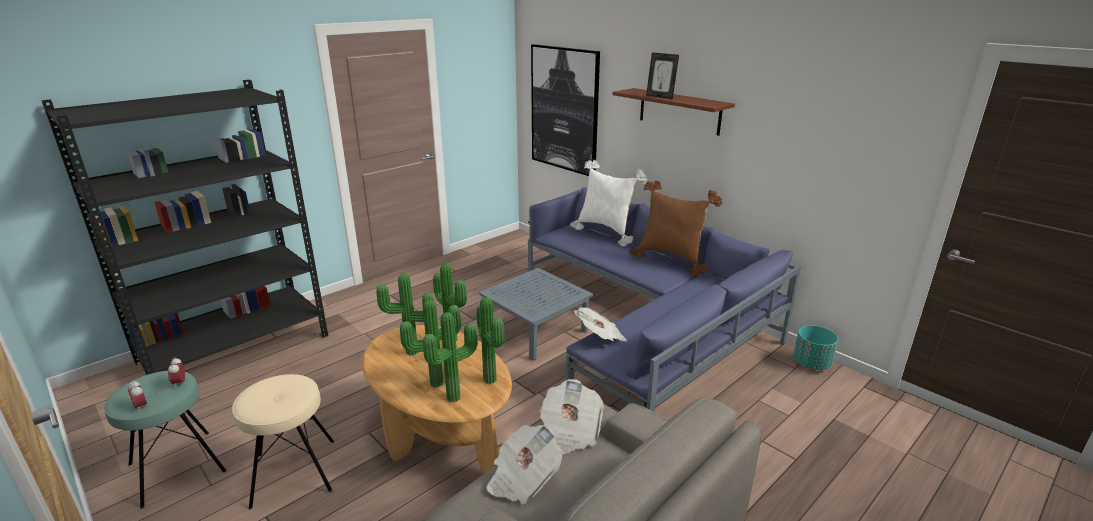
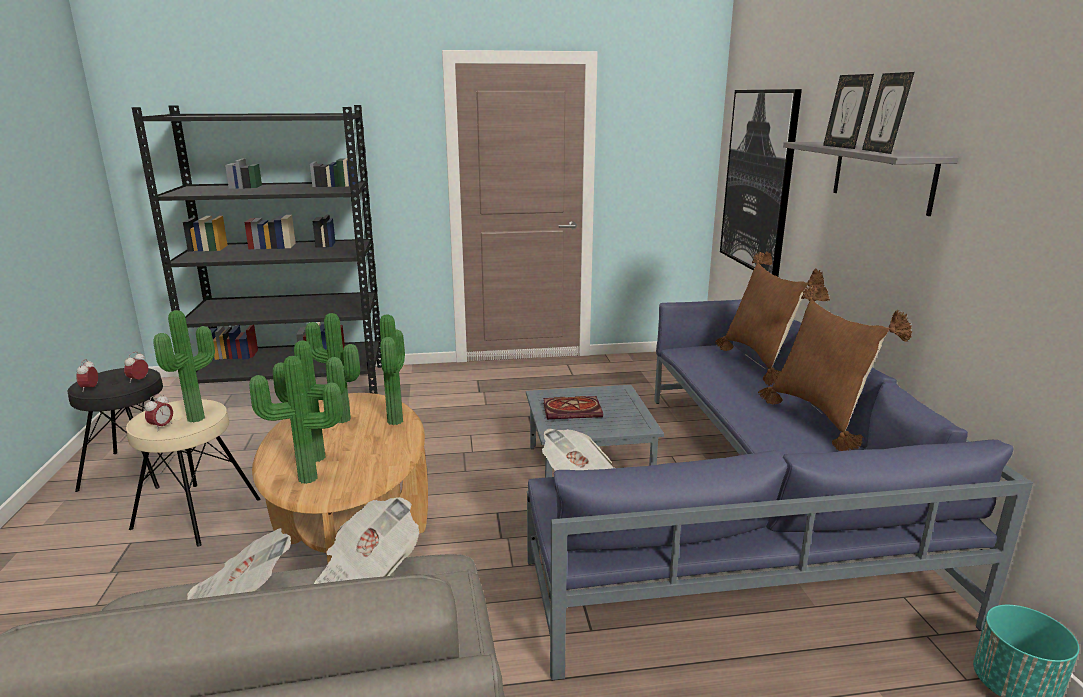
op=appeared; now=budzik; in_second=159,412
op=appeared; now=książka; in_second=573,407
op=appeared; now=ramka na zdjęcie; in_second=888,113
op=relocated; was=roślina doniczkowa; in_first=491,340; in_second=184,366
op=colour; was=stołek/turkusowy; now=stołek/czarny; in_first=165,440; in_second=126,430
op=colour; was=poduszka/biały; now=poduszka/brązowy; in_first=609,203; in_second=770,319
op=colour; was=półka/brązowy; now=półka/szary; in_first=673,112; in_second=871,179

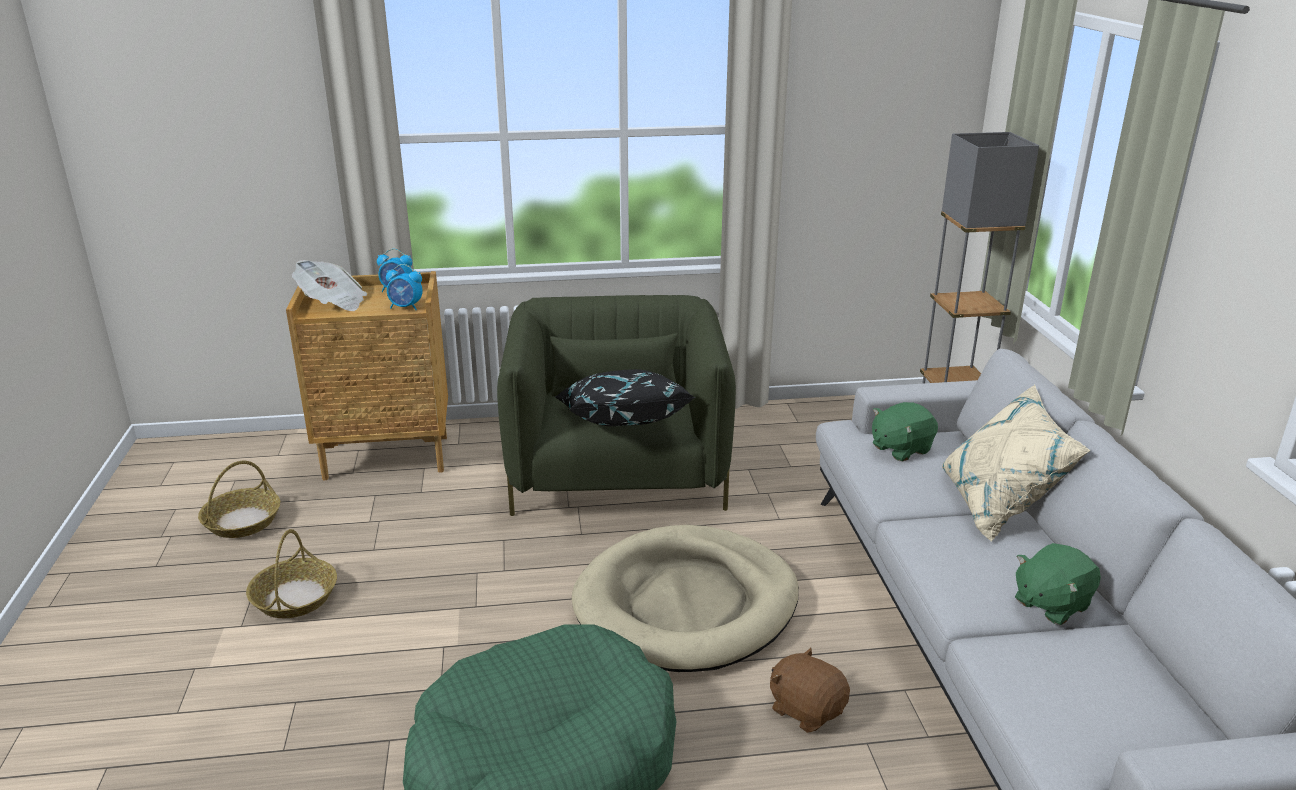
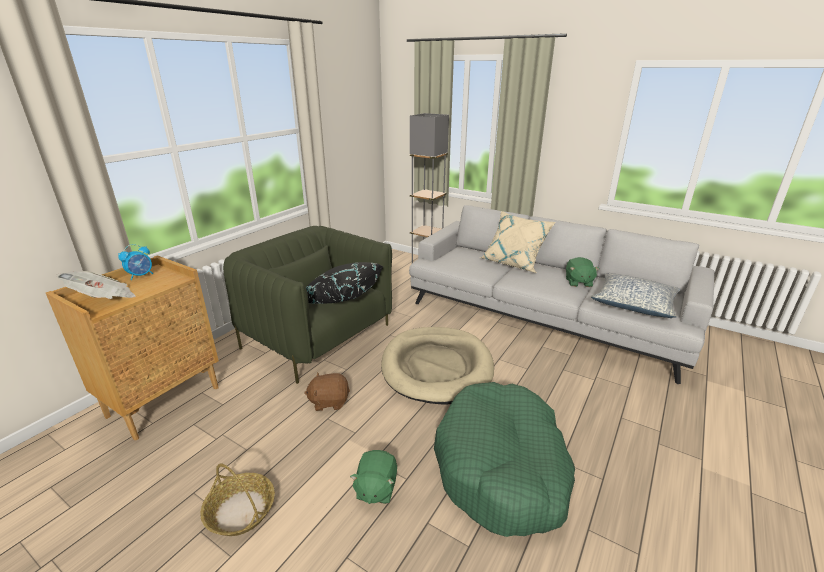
op=missing; was=koszyk; in_first=239,499
op=missing; was=budzik; in_first=404,287
op=appeared; now=poduszka; in_second=636,295
op=relocated; was=pluszak/brązowy; in_first=810,690; in_second=327,391
op=relocated; was=pluszak/zielony; in_first=905,431; in_second=373,477

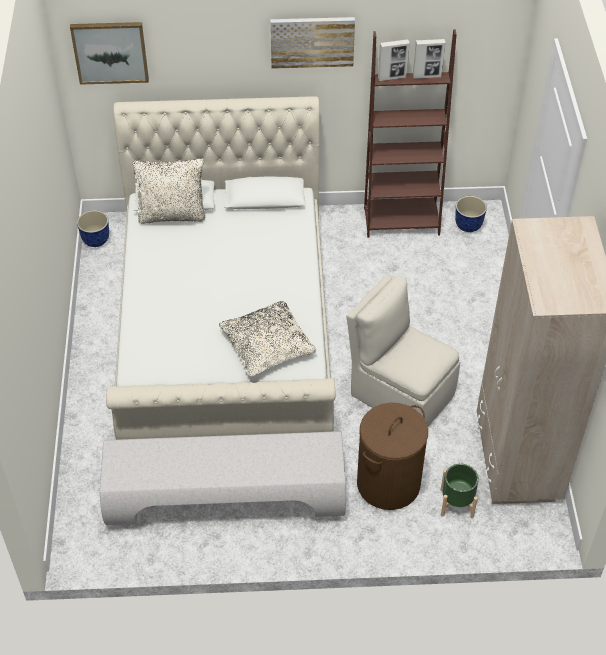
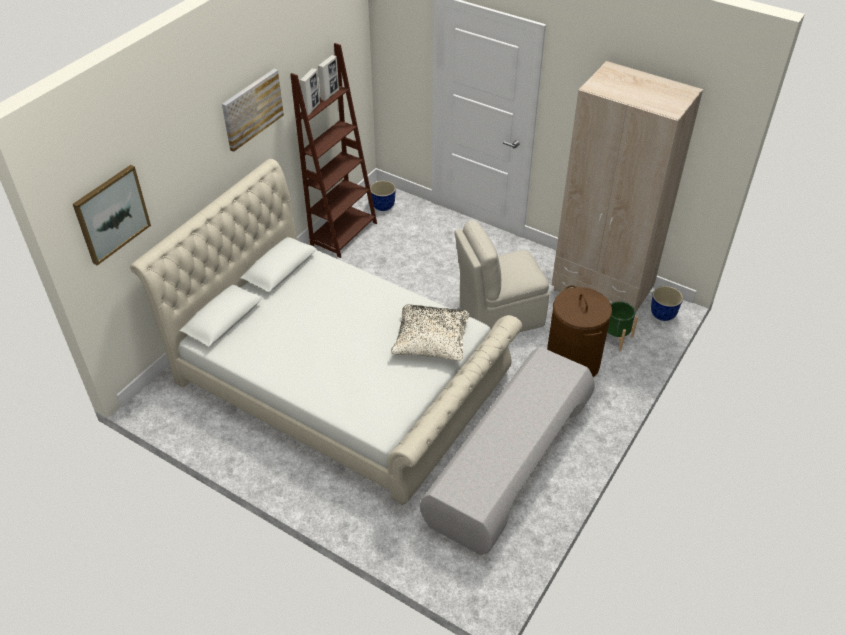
op=missing; was=poduszka/beżowy; in_first=169,191
op=relocated; was=donica; in_first=93,228; in_second=667,303

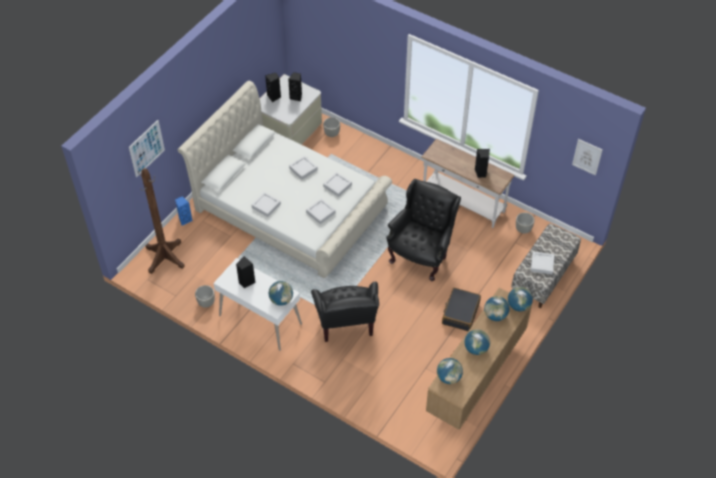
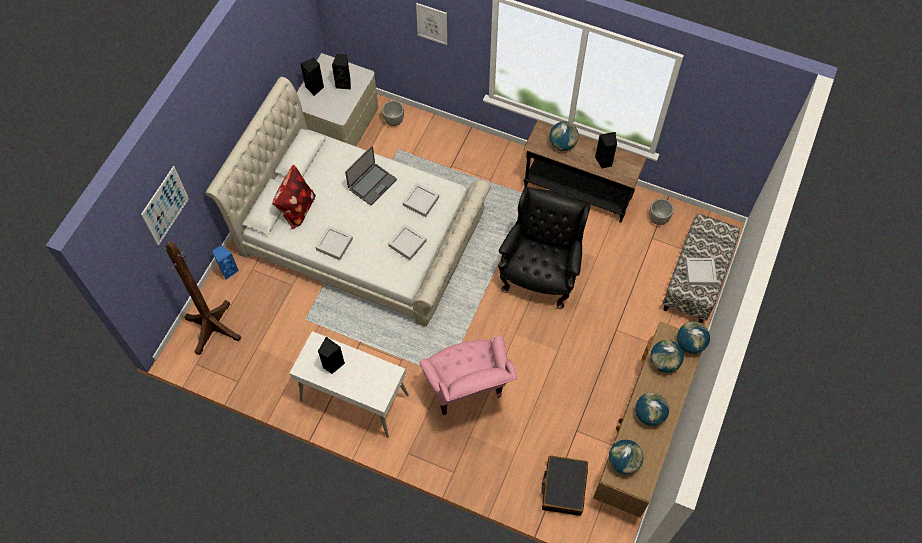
op=missing; was=donica/szary; in_first=205,296
op=appeared; now=poduszka; in_second=294,197
op=relocated; was=globus; in_first=281,293; in_second=564,136
op=relocated; was=walizka/czarny; in_first=461,309; in_second=565,486
op=relocated; was=obraz; in_first=587,157; in_second=431,24
op=exchanged; was=taca/szary; now=laptop; in_first=303,168; in_second=371,175
op=colour; was=fotel/czarny; now=fotel/różowy; in_first=345,311; in_second=468,375
op=colour; was=stolik konsolowy/biały; now=stolik konsolowy/czarny; in_first=468,183; in_second=585,171

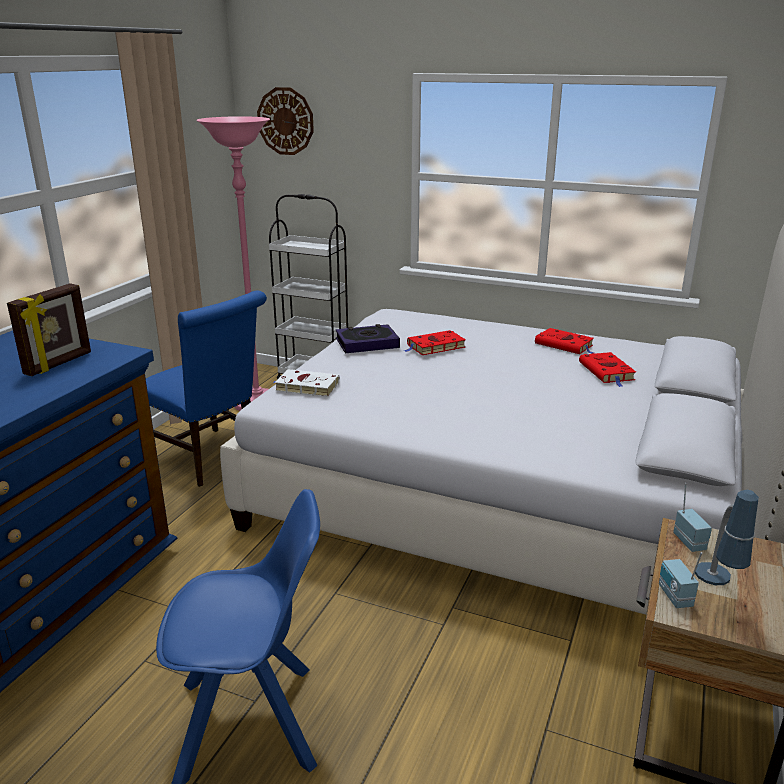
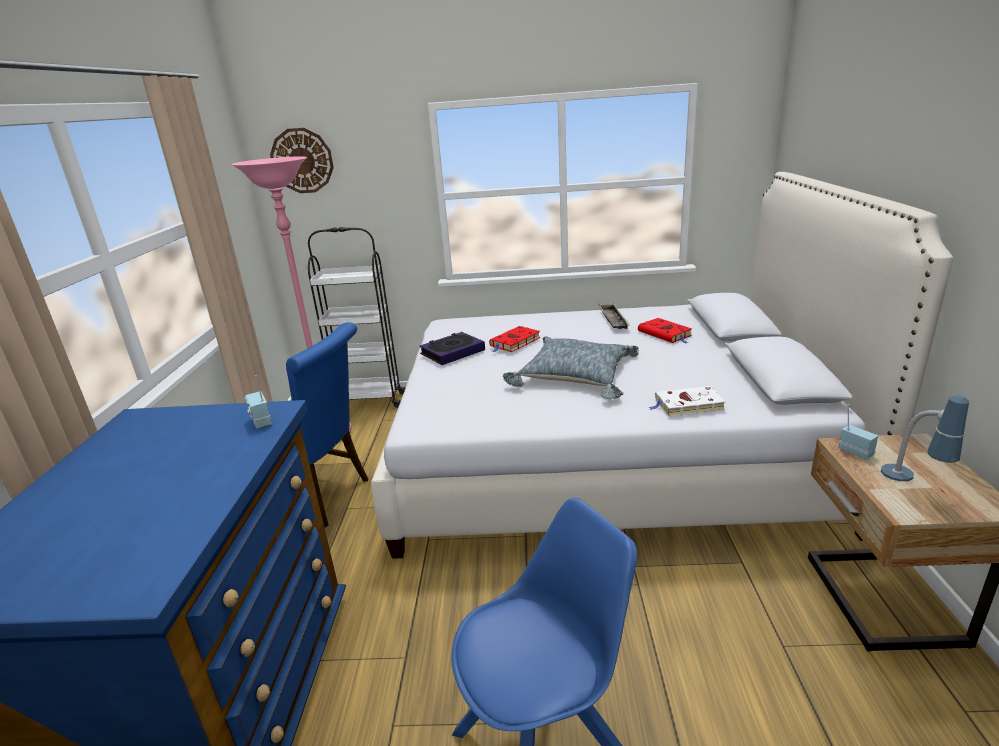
op=missing; was=ramka na zdjęcie; in_first=49,329
op=appeared; now=poduszka; in_second=571,367
op=relocated; was=książka/biały; in_first=306,383; in_second=687,401
op=relocated; was=radio; in_first=680,580; in_second=258,402
op=exchanged; was=książka/czerwony; now=taca; in_first=564,341; in_second=614,316

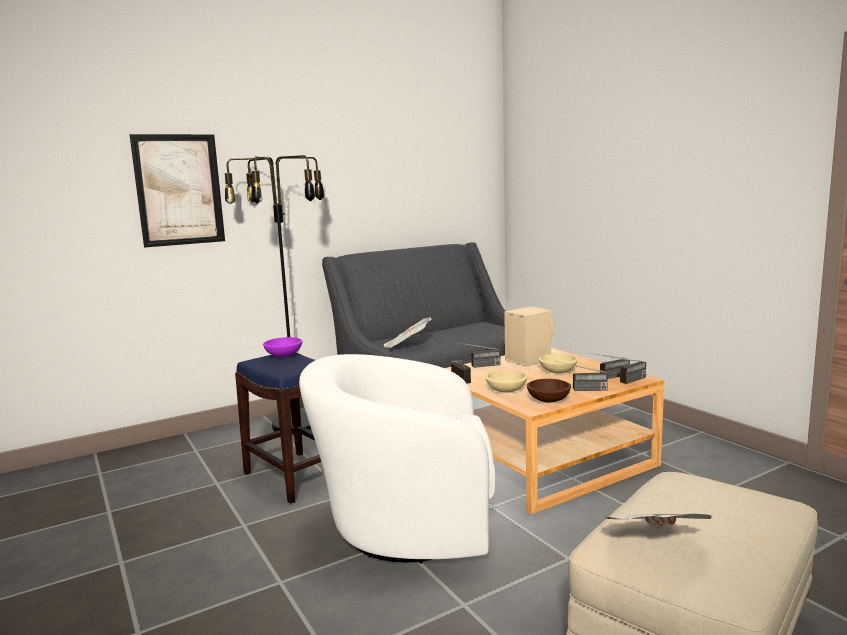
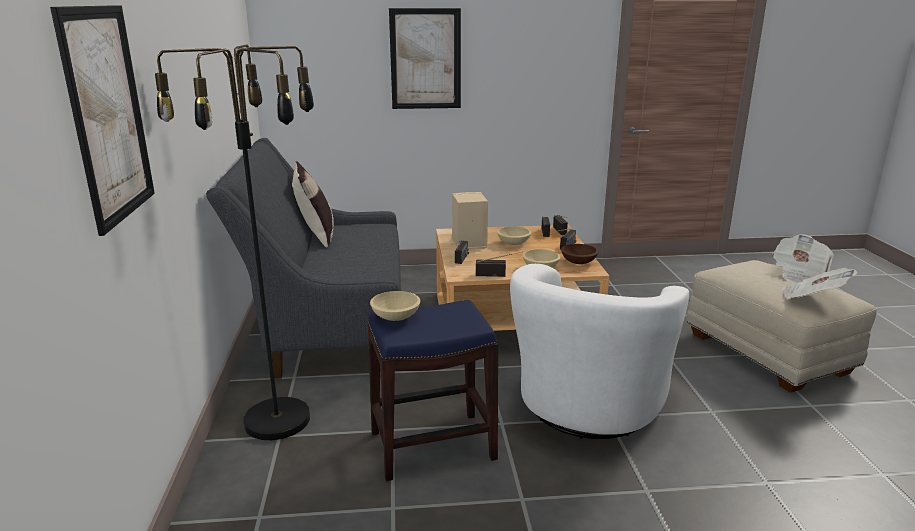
op=appeared; now=poduszka; in_second=313,204
op=appeared; now=obraz; in_second=425,58
op=relocated; was=gazeta; in_first=407,333; in_second=803,258
op=colour; was=miska/fioletowy; now=miska/beżowy; in_first=283,347; in_second=395,306

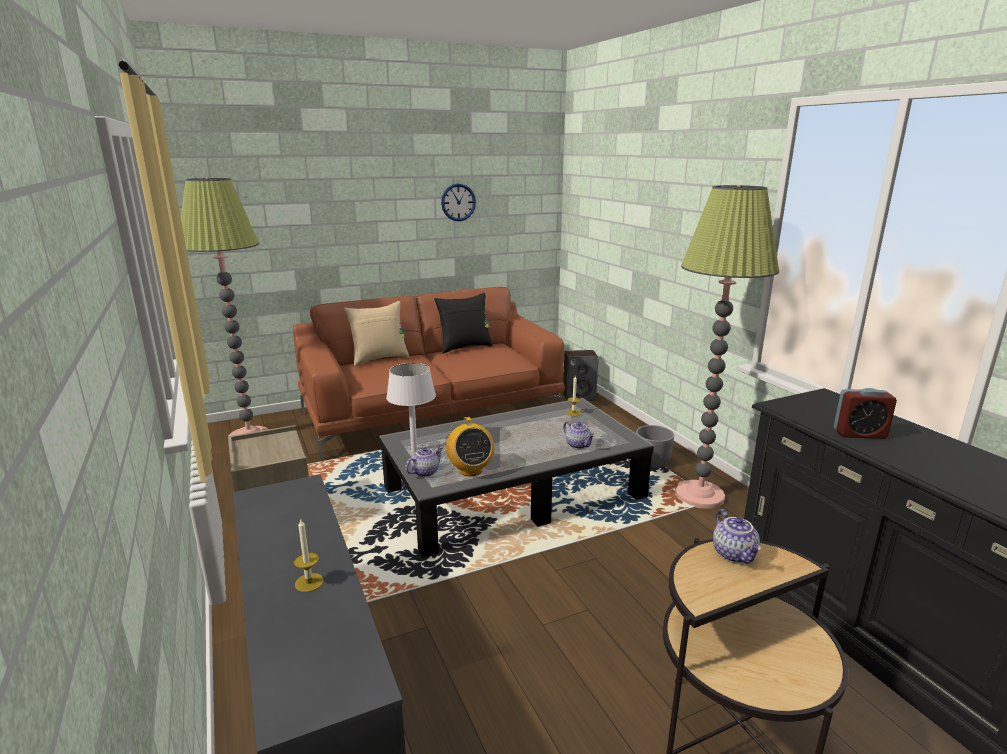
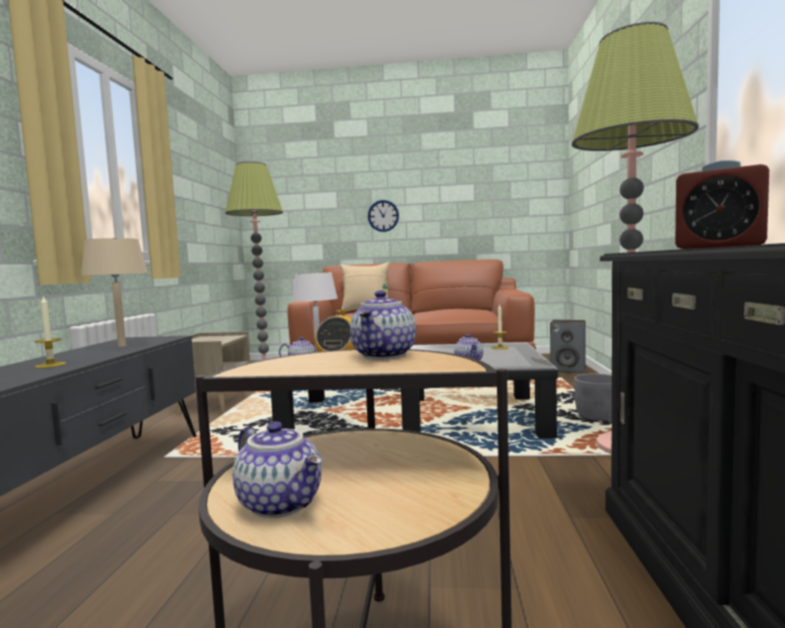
op=missing; was=poduszka/czarny; in_first=463,323
op=appeared; now=lampa stołowa/beżowy; in_second=114,292
op=appeared; now=imbryk; in_second=277,469
op=relocated; was=zegar ścienny; in_first=458,202; in_second=383,216

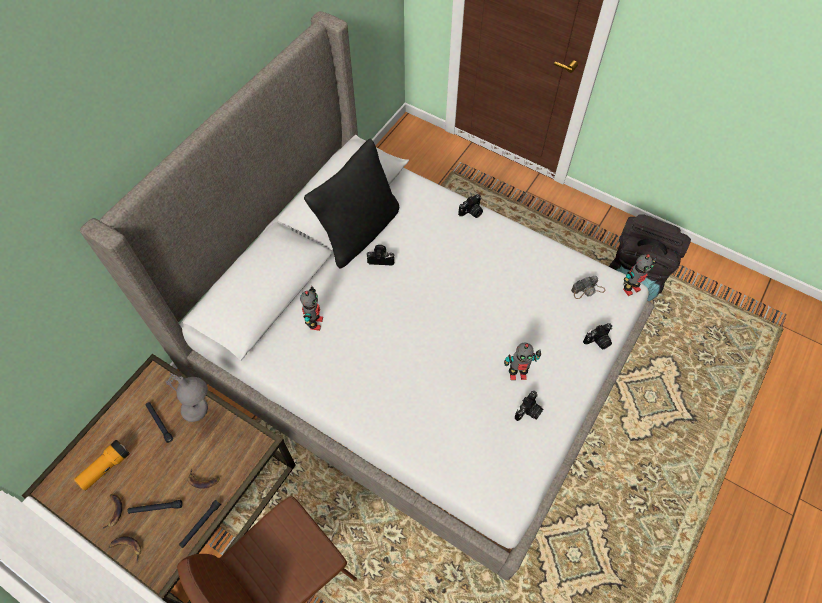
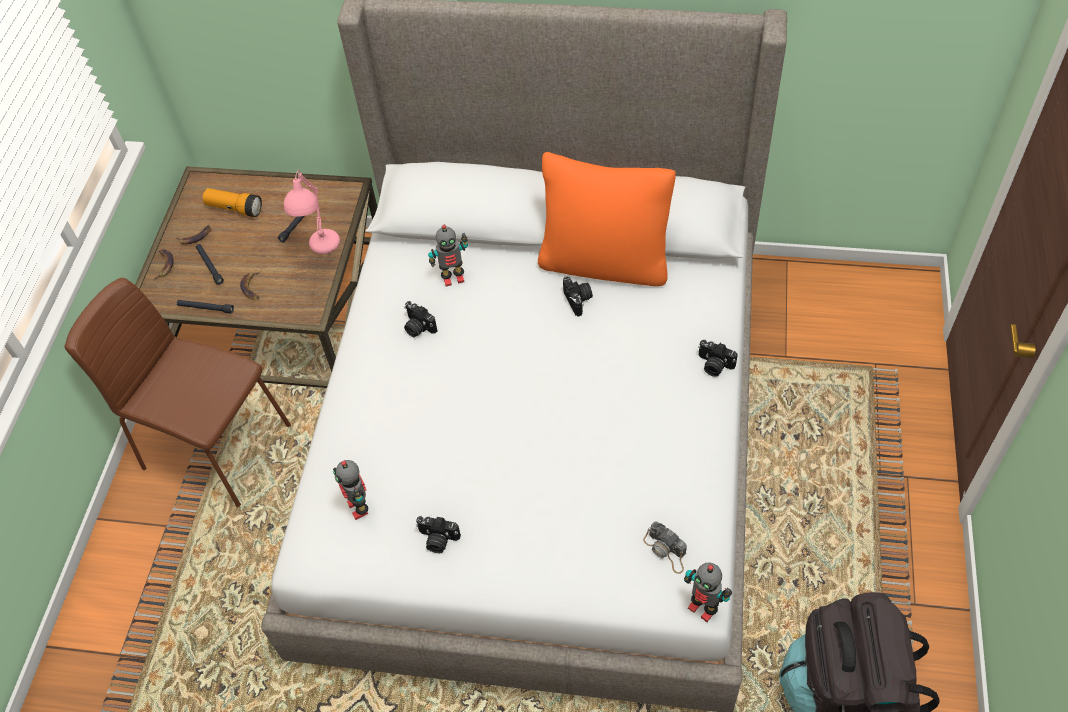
op=relocated; was=robot zabawkowy; in_first=522,361; in_second=350,490
op=relocated; was=aparat fotograficzny; in_first=598,336; in_second=420,319
op=colour; was=lampa stołowa/szary; now=lampa stołowa/różowy; in_first=186,397; in_second=312,212
op=colour; was=poduszka/czarny; now=poduszka/pomarańczowy; in_first=351,204; in_second=607,219

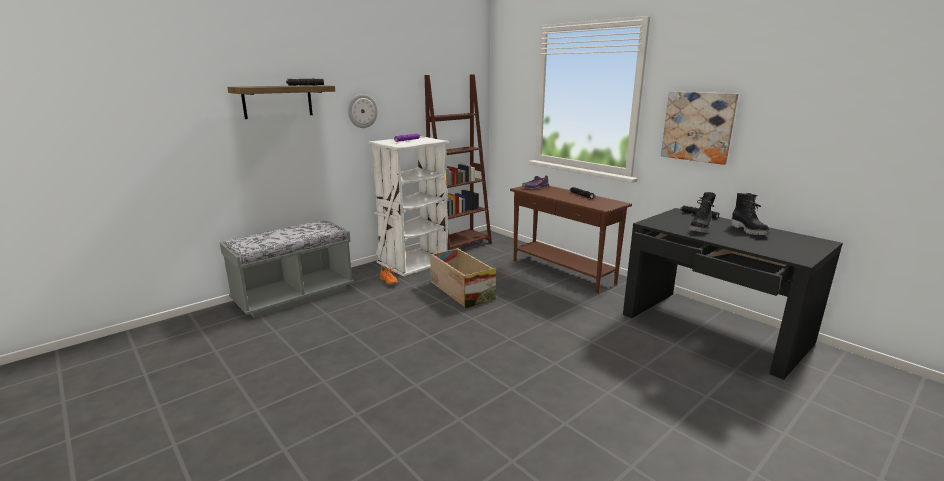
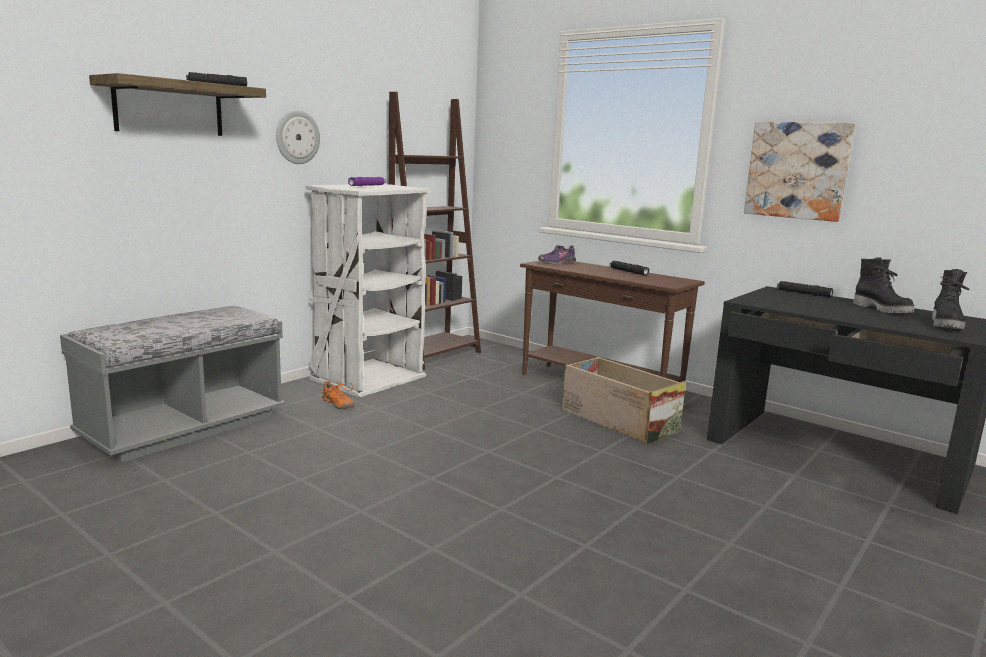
op=relocated; was=skrzynka; in_first=463,278; in_second=624,401
op=relocated; was=but z cholewką/czarny; in_first=702,212; in_second=950,299

